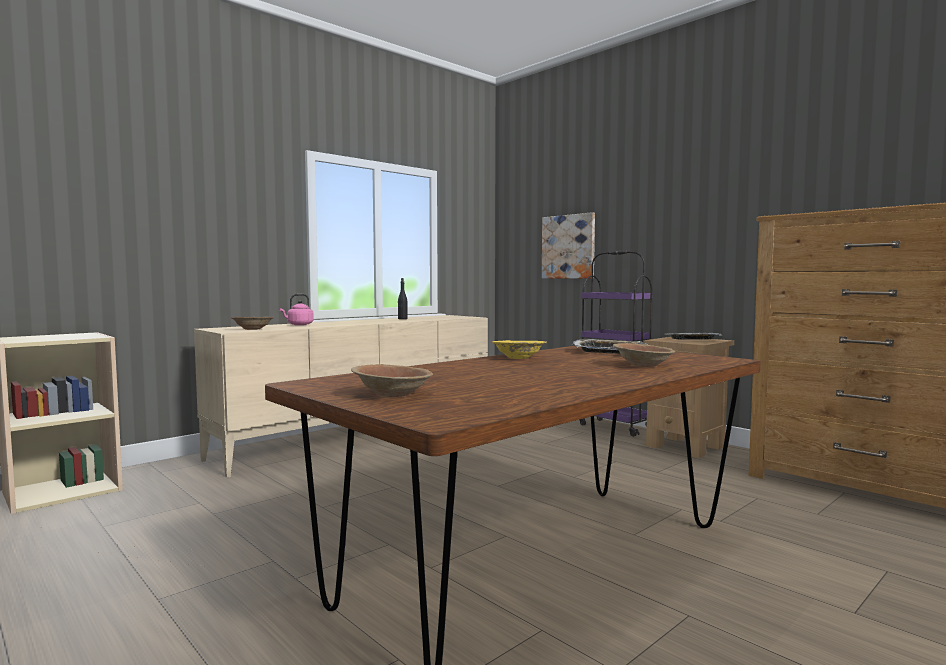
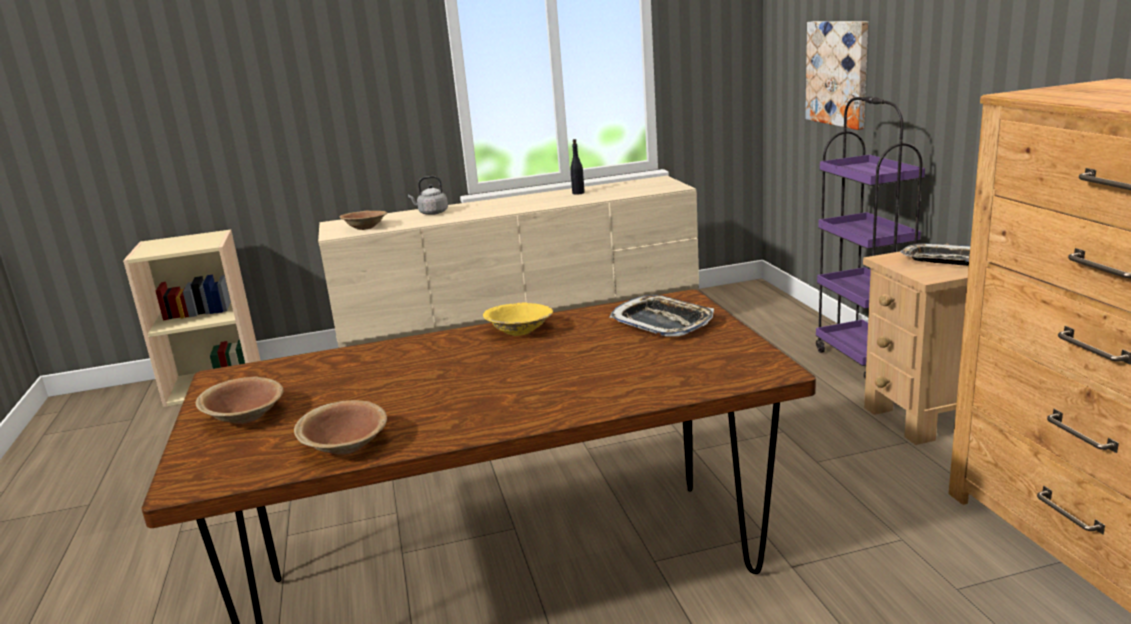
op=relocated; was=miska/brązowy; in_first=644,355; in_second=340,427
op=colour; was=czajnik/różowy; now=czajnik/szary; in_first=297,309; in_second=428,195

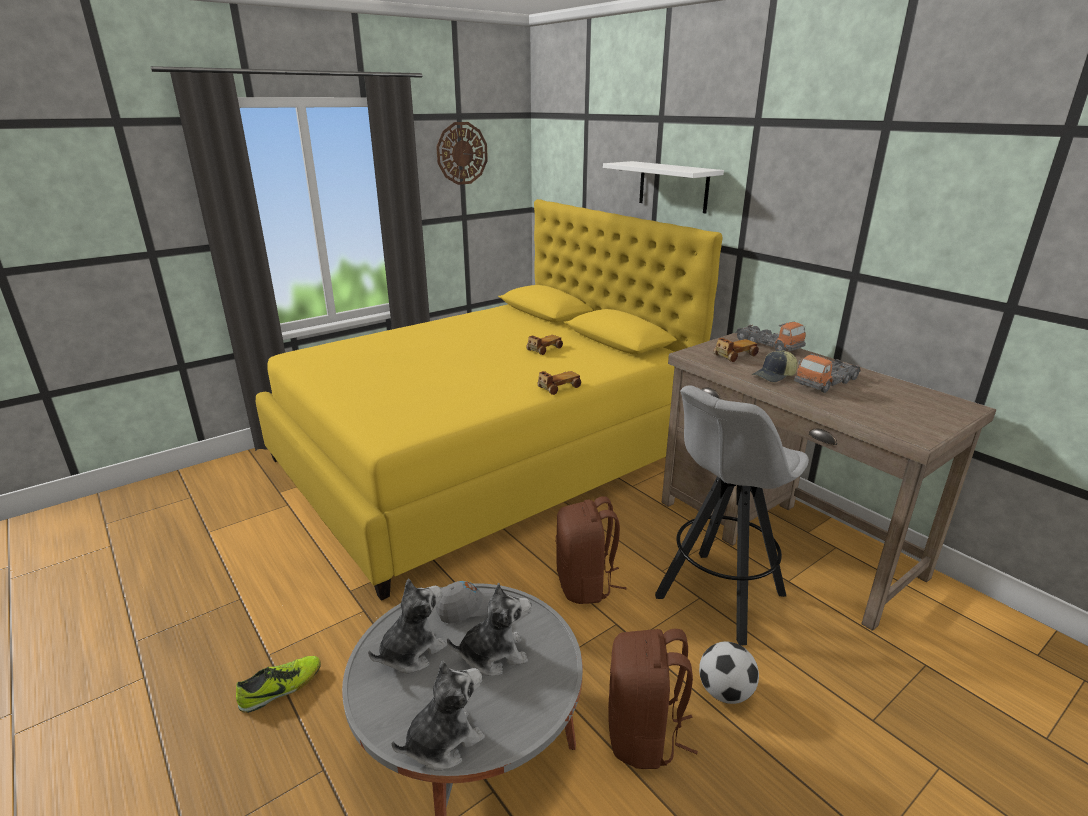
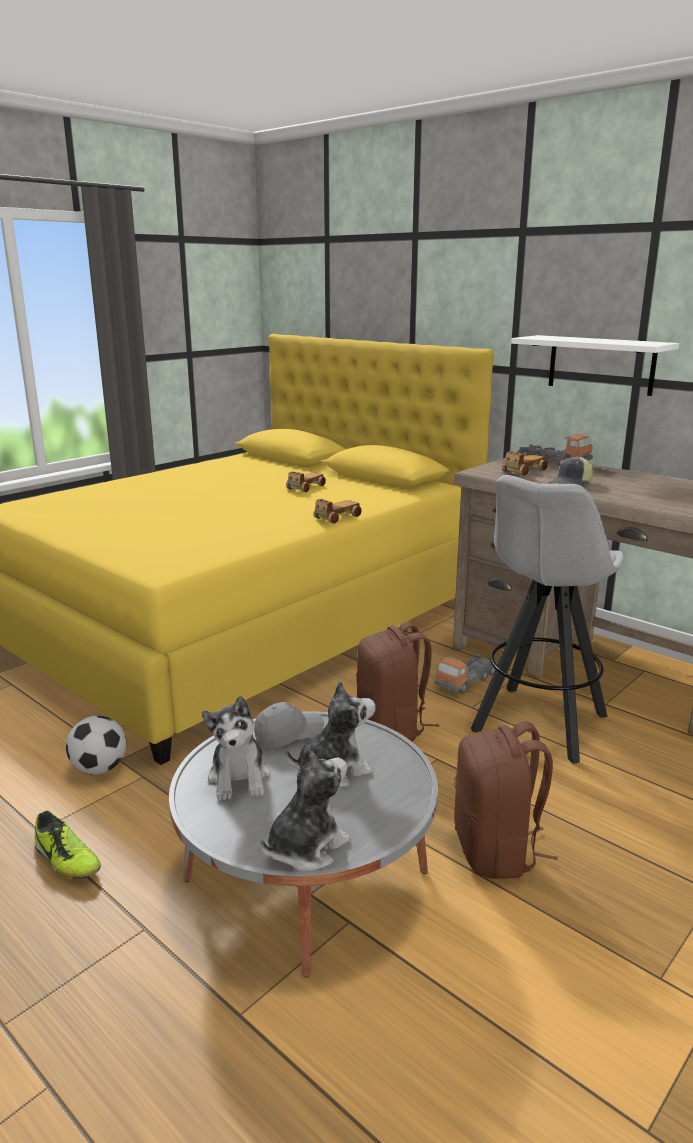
op=missing; was=zegar ścienny; in_first=462,153
op=relocated; was=półka/biały; in_first=663,187; in_second=595,365
op=relocated; was=piłka futbolowa; in_first=729,672; in_second=96,745
op=relocated; was=ciężarówka zabawkowa; in_first=827,373; in_second=465,674
op=spun; was=but; in_first=278,684; in_second=68,844; clockwise=90
op=spun; was=pluszak; in_first=407,625; in_second=236,748; clockwise=135

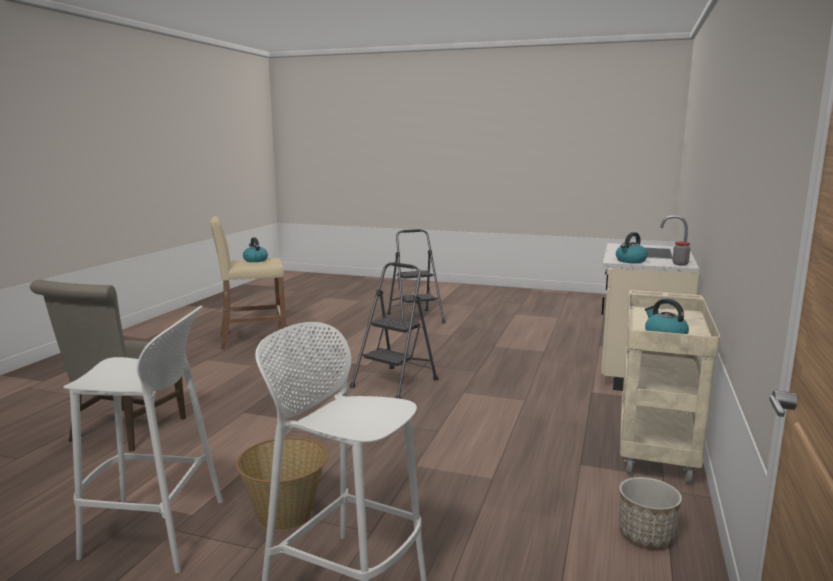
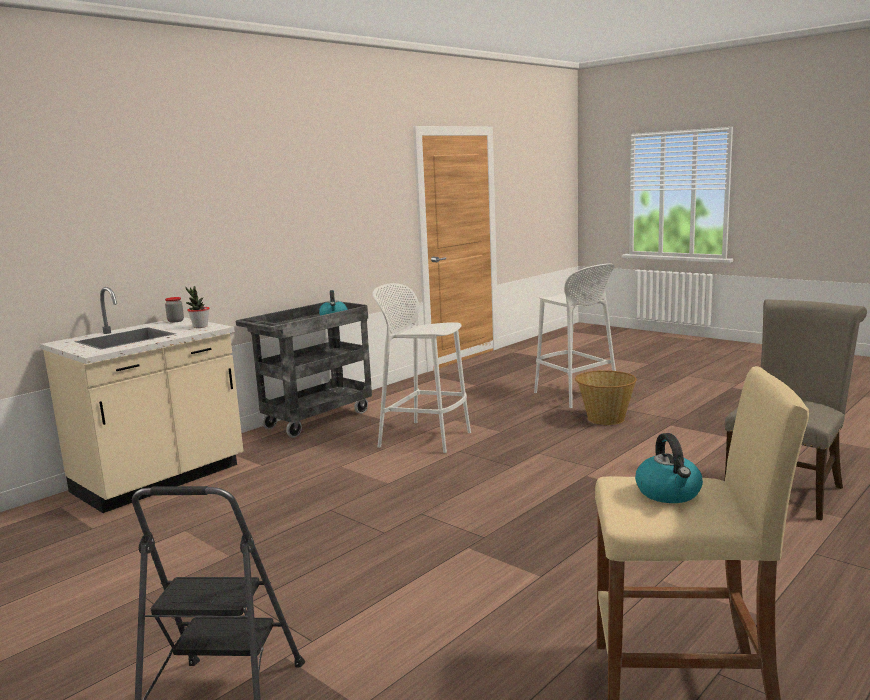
op=missing; was=drabinka/czarny; in_first=394,330
op=missing; was=donica; in_first=650,512
op=relocated; was=stołek/biały; in_first=143,439; in_second=422,368
op=exchanged; was=czajnik; now=roślina doniczkowa; in_first=632,247; in_second=197,307
op=colour; was=wózek/beżowy; now=wózek/czarny; in_first=670,387; in_second=304,369

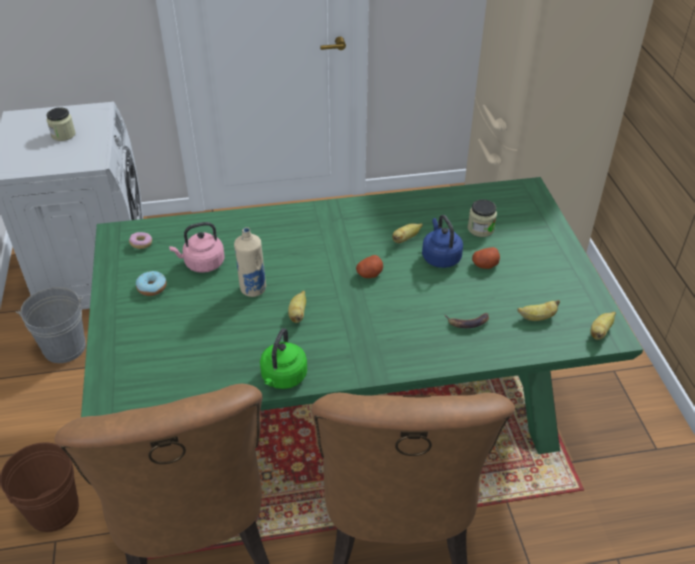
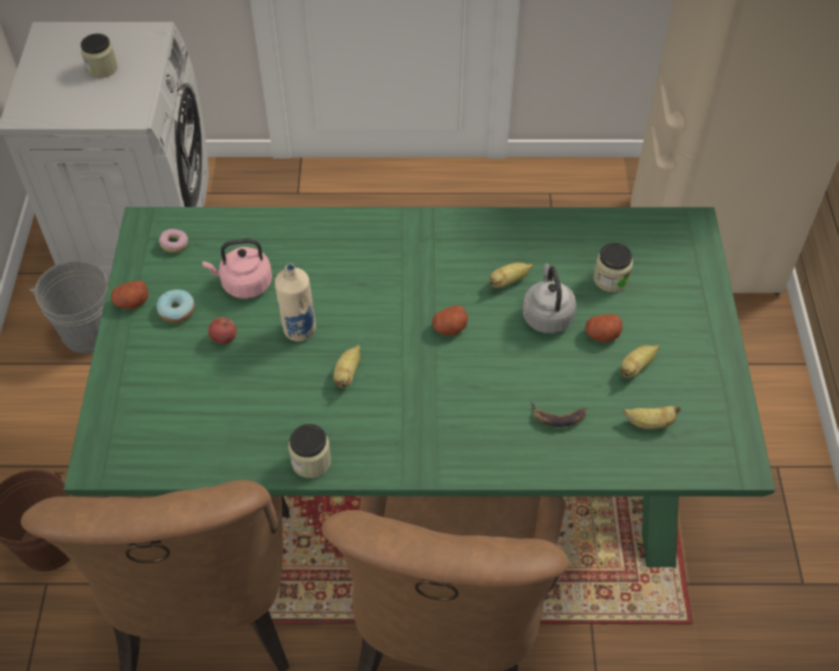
op=appeared; now=ziemniak; in_second=129,294
op=appeared; now=jabłko; in_second=222,330
op=relocated; was=banan; in_first=603,326; in_second=640,361
op=exchanged; was=czajnik/zielony; now=słoik; in_first=283,358; in_second=309,451
op=colour; was=czajnik/niebieski; now=czajnik/szary; in_first=442,241; in_second=549,298

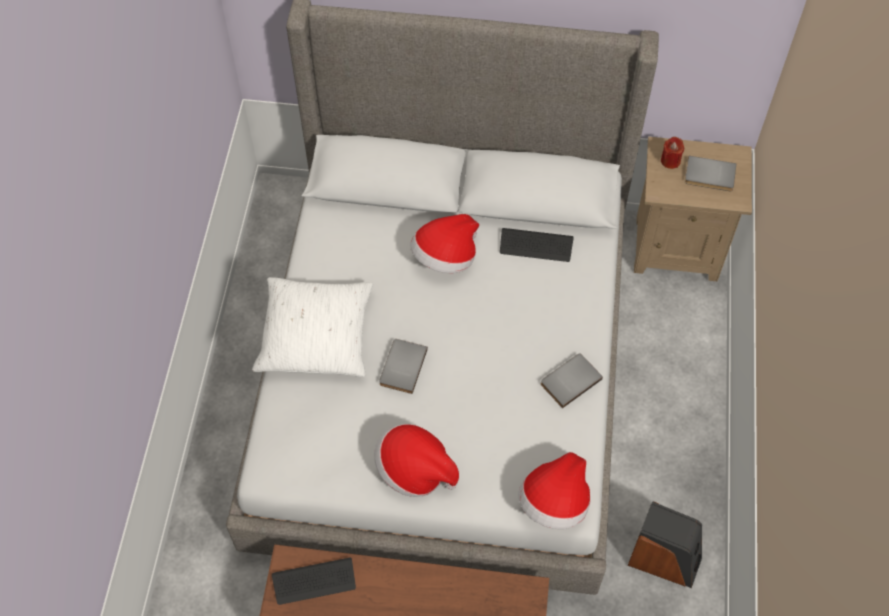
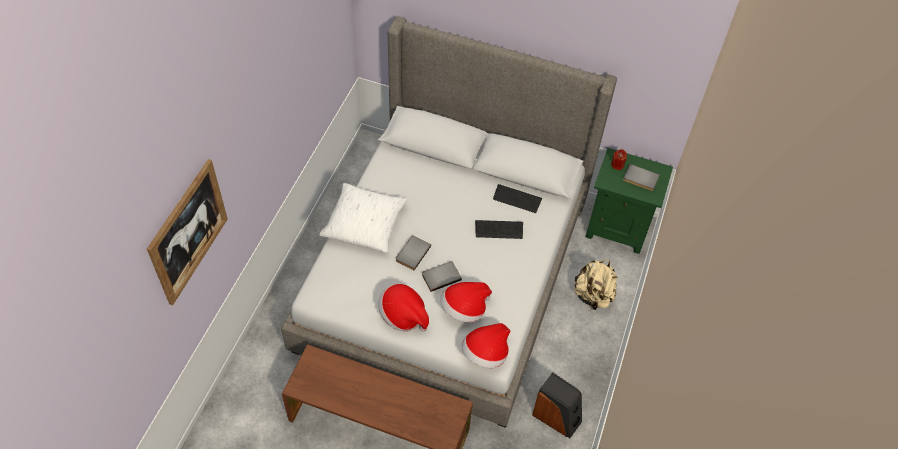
op=appeared; now=obraz; in_second=187,232
op=appeared; now=plecak/beżowy; in_second=595,284
op=relocated; was=klawiatura; in_first=314,581; in_second=499,229
op=relocated; was=kapelusz; in_first=444,243; in_second=466,302
op=relocated; was=książka/szary; in_first=572,380; in_second=442,276
op=colour; was=szafka nocna/beżowy; now=szafka nocna/zielony; in_first=693,209; in_second=629,201

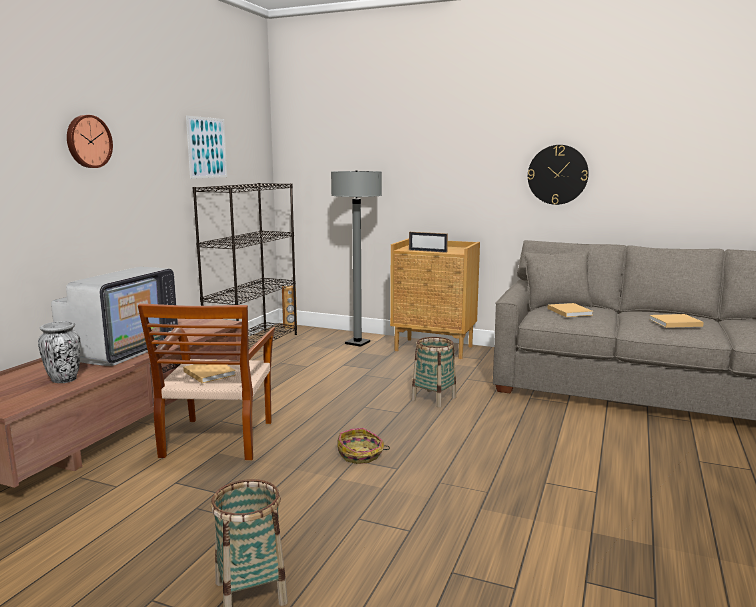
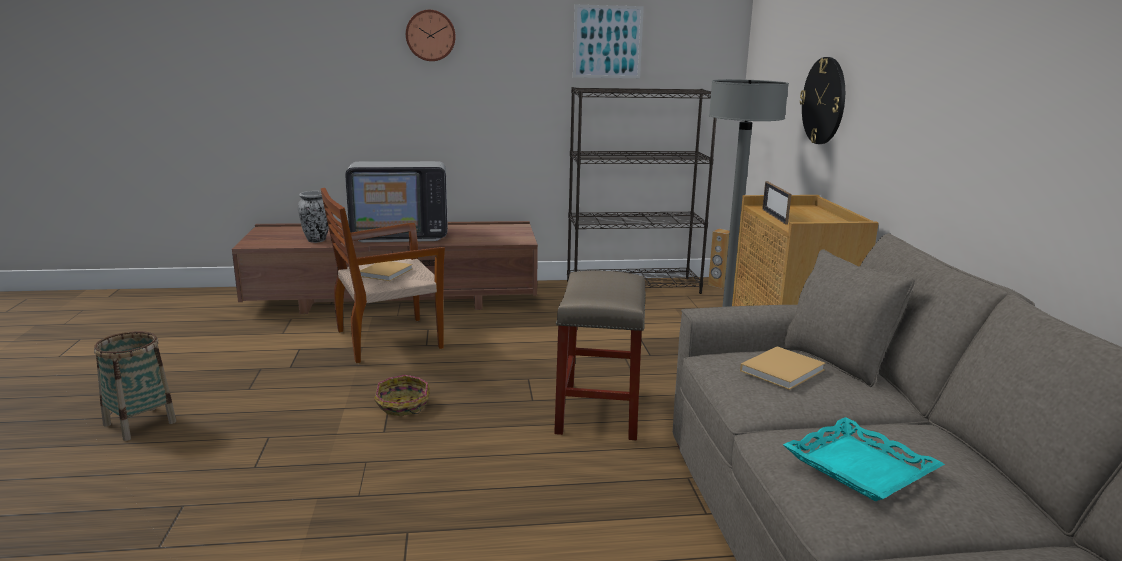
op=relocated; was=zegar ścienny; in_first=558,175; in_second=822,100
op=exchanged; was=koszyk; now=stołek/beżowy; in_first=433,372; in_second=600,355
op=exchanged; was=książka/beżowy; now=taca/turkusowy; in_first=676,321; in_second=864,459

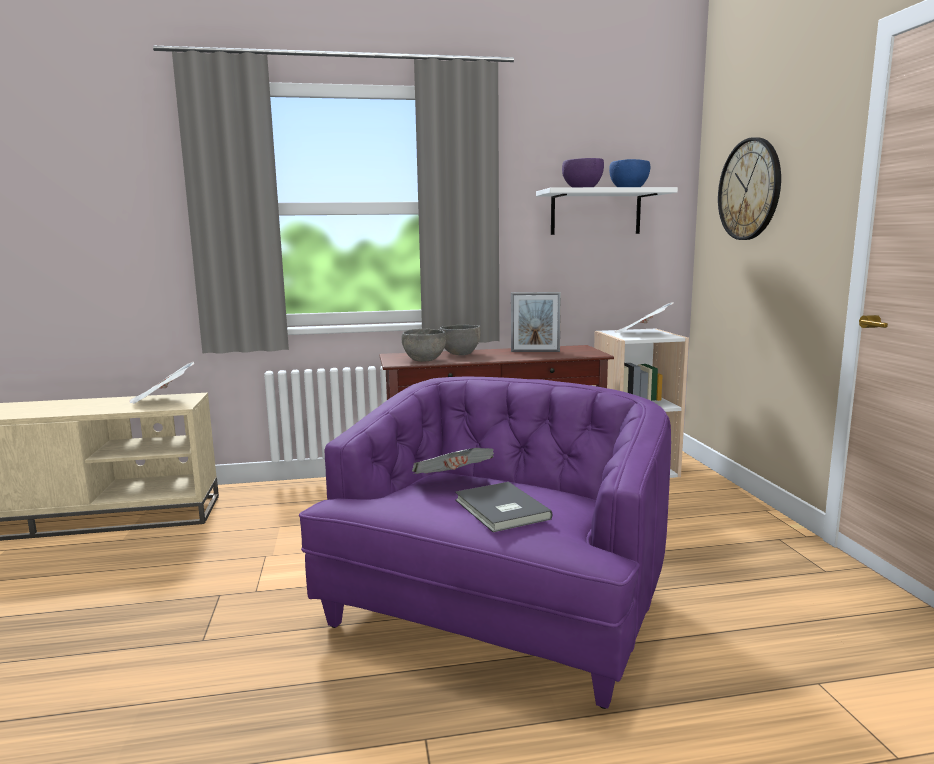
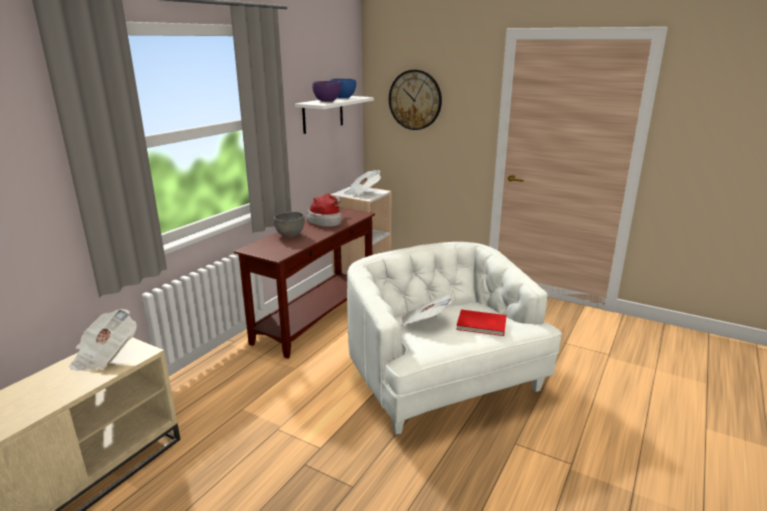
op=missing; was=miska/szary; in_first=424,345
op=exchanged; was=ramka na zdjęcie; now=kapelusz; in_first=536,322; in_second=324,210
op=colour; was=fotel/fioletowy; now=fotel/biały; in_first=485,543; in_second=454,338
op=colour; was=książka/szary; now=książka/czerwony; in_first=504,507; in_second=481,323

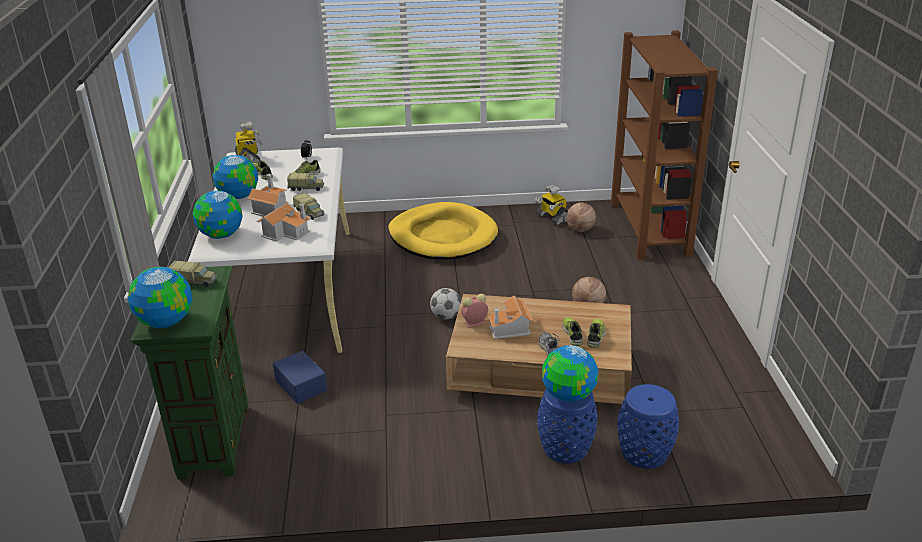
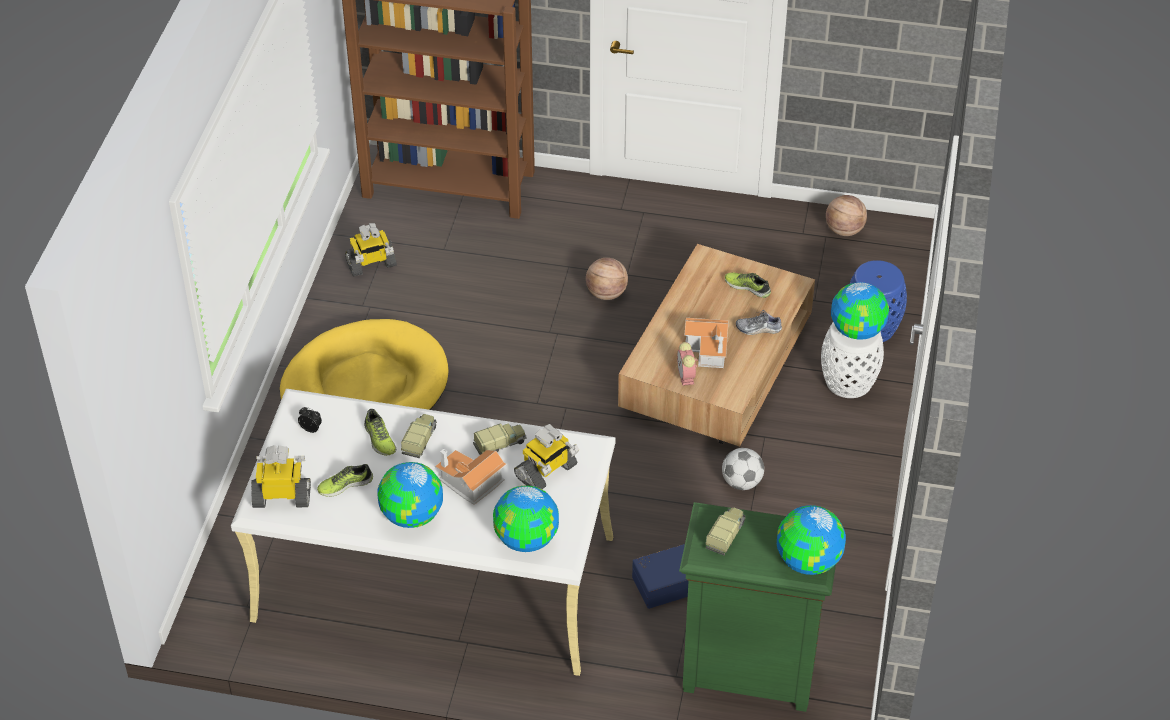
op=missing; was=but; in_first=573,331
op=relocated; was=piłka futbolowa; in_first=445,303; in_second=743,469
op=relocated; was=piłka do koszykówki; in_first=581,217; in_second=846,215
op=exchanged; was=domek; now=robot zabawkowy; in_first=284,222; in_second=546,456
op=colour; was=stołek/niebieski; now=stołek/biały; in_first=567,426; in_second=852,360

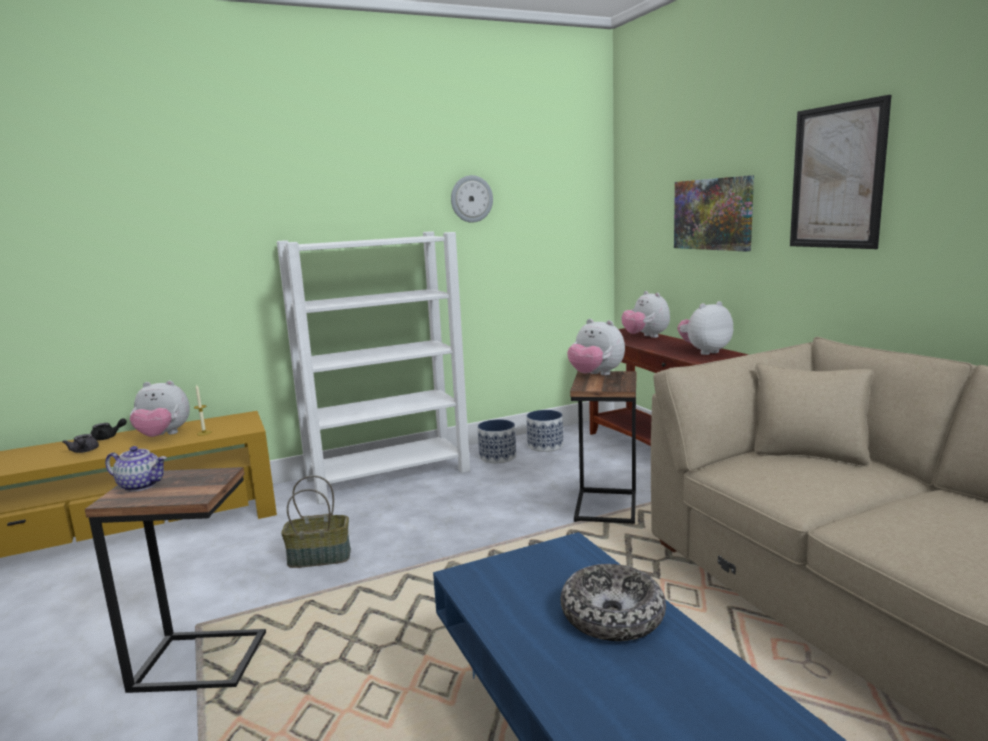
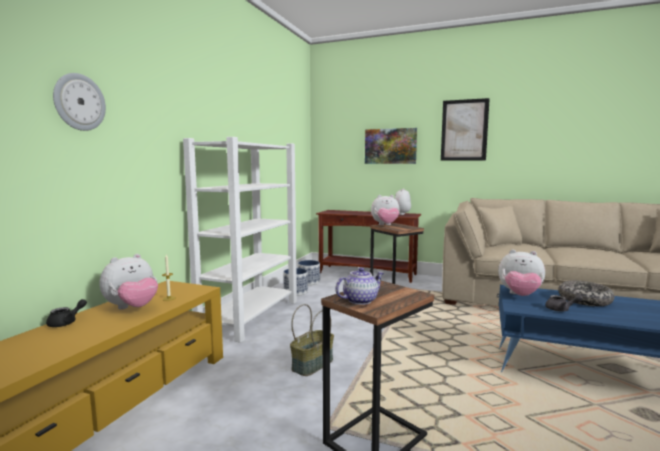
op=relocated; was=imbryk/szary; in_first=81,443; in_second=564,303
op=relocated; was=zegar ścienny; in_first=472,199; in_second=79,102
op=relocated; was=pluszak; in_first=646,314; in_second=521,272

